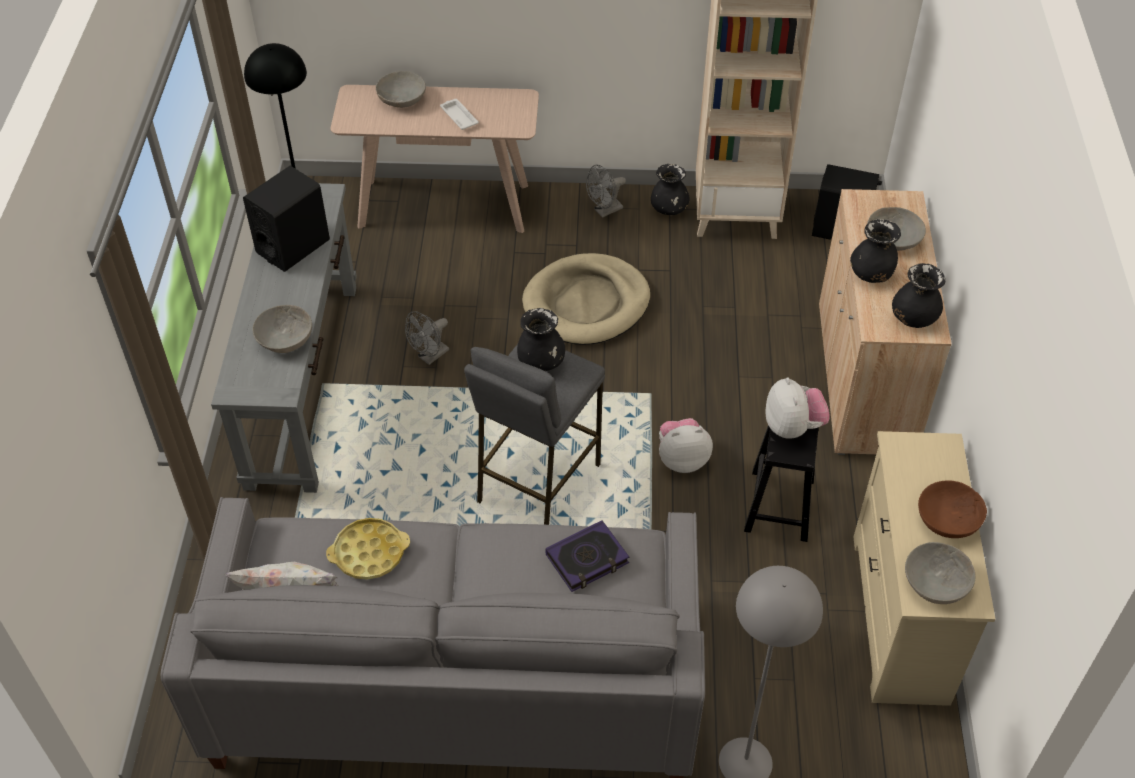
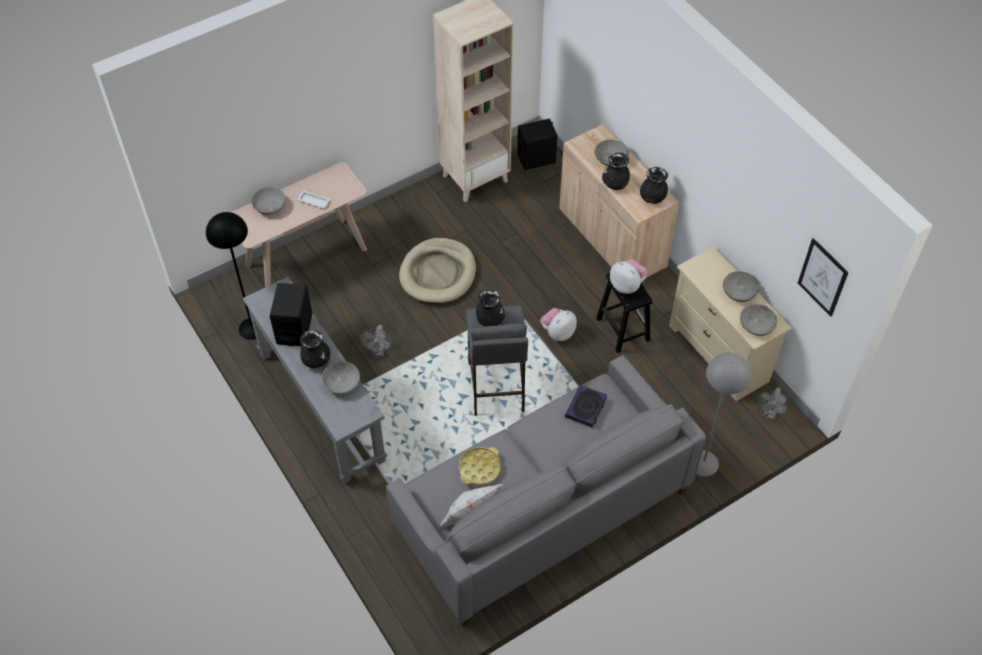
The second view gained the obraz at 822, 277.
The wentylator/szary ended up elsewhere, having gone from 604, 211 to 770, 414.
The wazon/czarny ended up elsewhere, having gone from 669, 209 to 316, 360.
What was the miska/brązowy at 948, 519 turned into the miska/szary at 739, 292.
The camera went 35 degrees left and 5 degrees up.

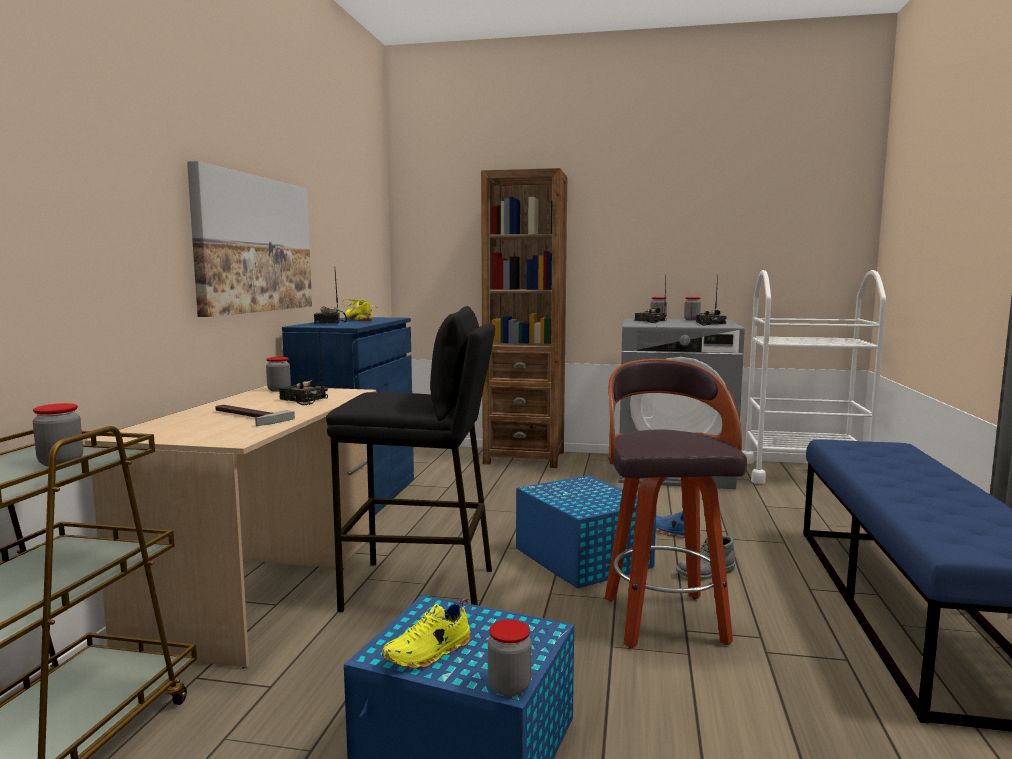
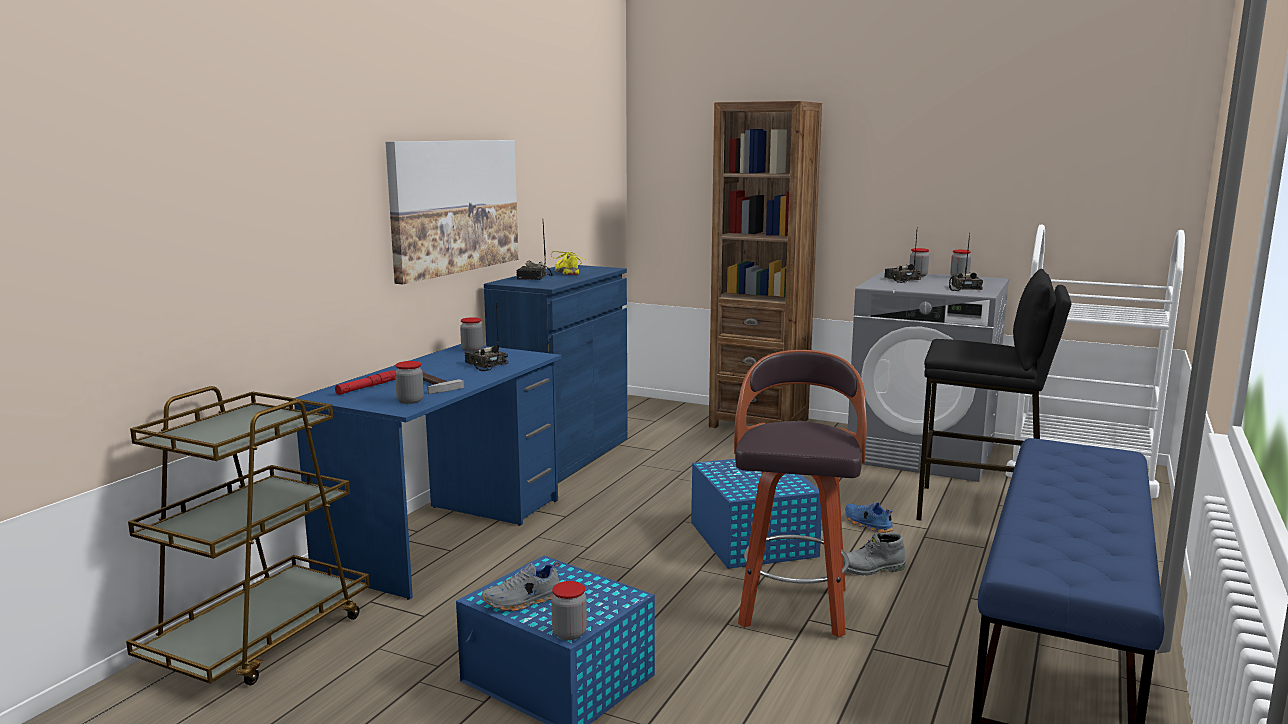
The second view gained the latarka/czerwony at 367, 387.
The słoik ended up elsewhere, having gone from 61, 462 to 410, 401.
The stołek/czarny ended up elsewhere, having gone from 420, 589 to 979, 510.
What was the biurko/beżowy at 264, 587 turned into the biurko/niebieski at 445, 534.
What was the but/żółty at 429, 654 turned into the but/szary at 523, 602.
The camera went 15 degrees right and 5 degrees up.

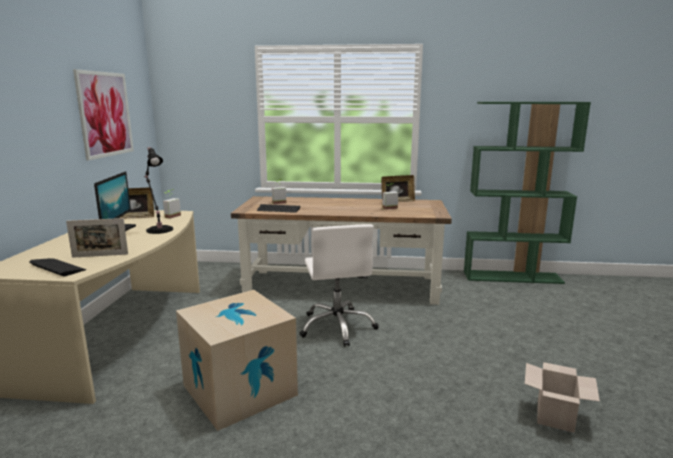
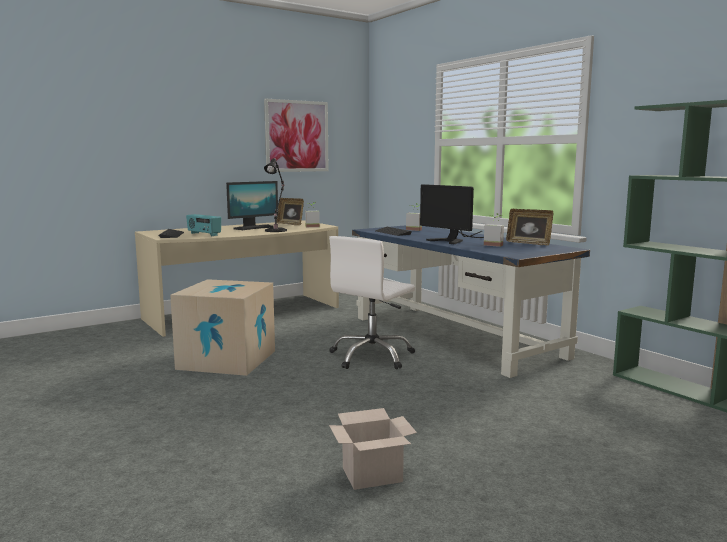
The second view gained the monitor at 455, 240.
Where the ramka na zdjęcie stood at 100, 255, the radio came to stand at 204, 234.
What was the biurko/brązowy at 342, 286 turned into the biurko/niebieski at 455, 336.
The camera went 50 degrees right and 5 degrees down.

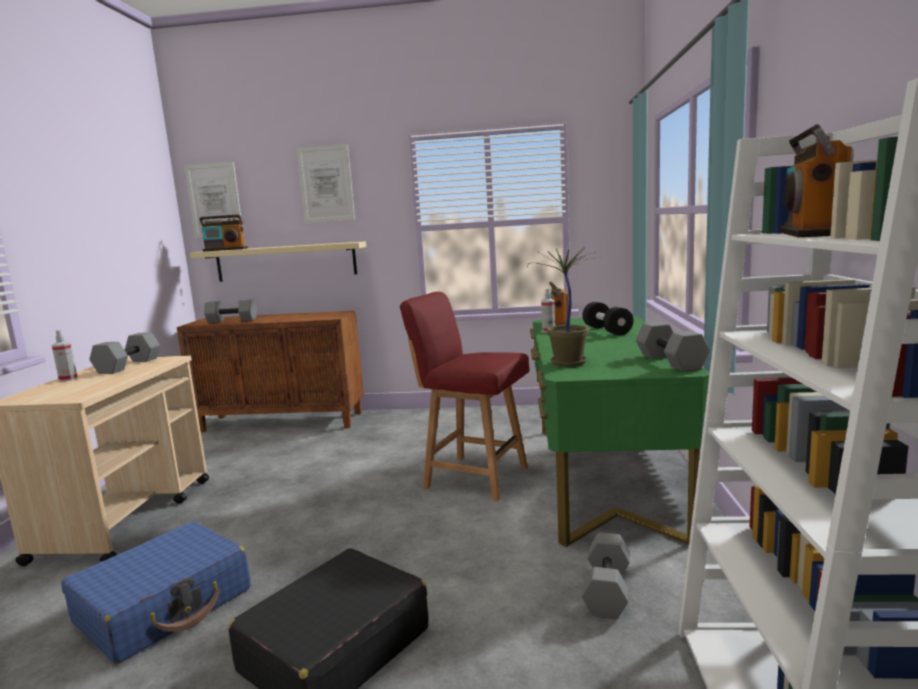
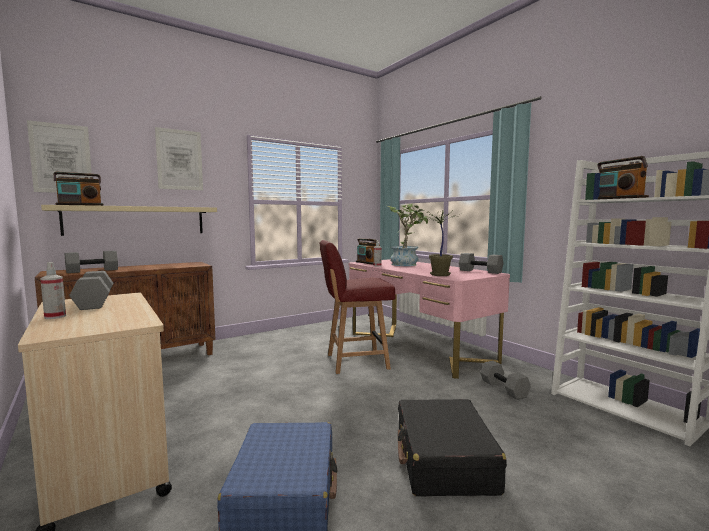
Where the hantel/czarny stood at 607, 330, the roślina doniczkowa came to stand at 407, 264.
What was the biurko/zielony at 602, 476 turned into the biurko/różowy at 418, 347.
The camera went 40 degrees left and 5 degrees down.

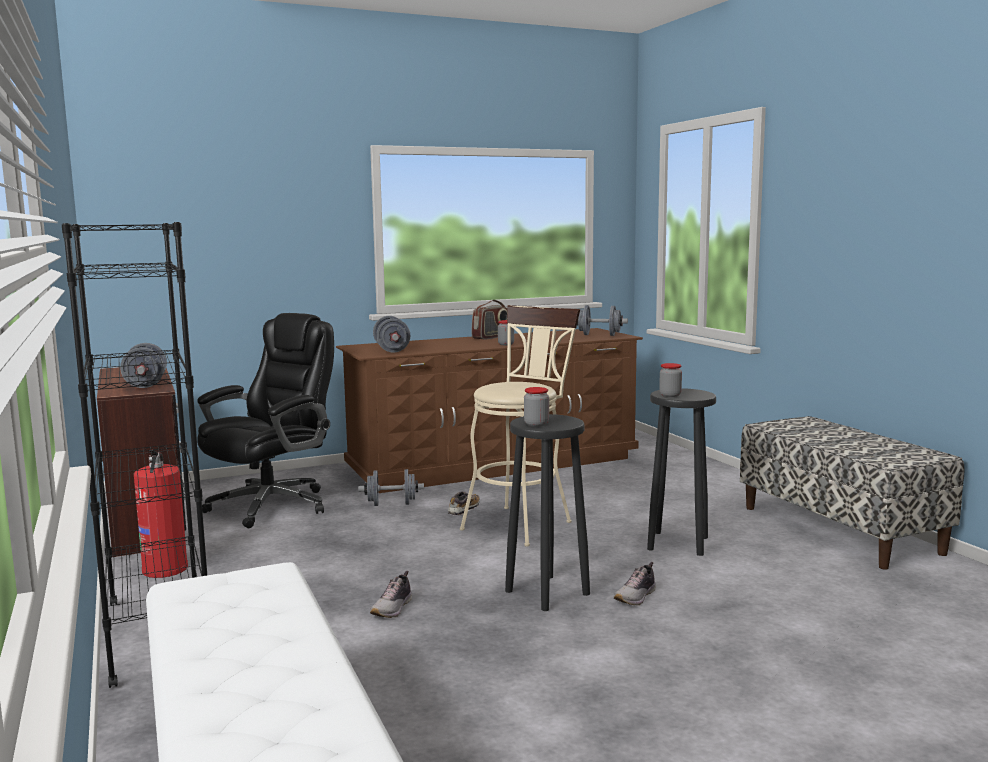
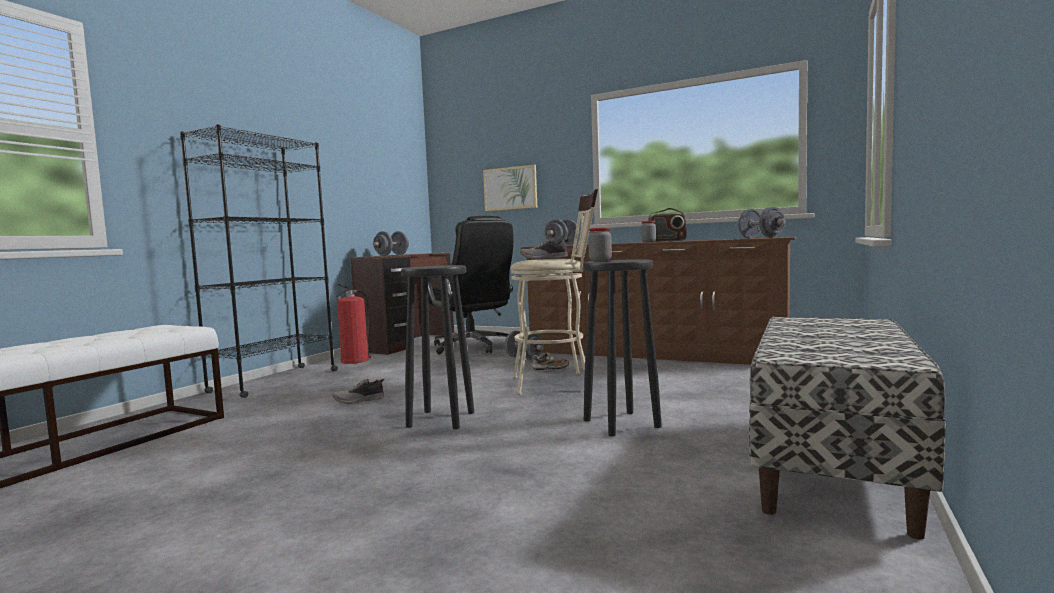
The second view lost the słoik at 536, 424.
The second view gained the obraz at 510, 188.
The but ended up elsewhere, having gone from 636, 597 to 544, 259.
The krzesło biurowe/czarny at 272, 505 ended up facing another way, 60 degrees clockwise from before.
The camera went 50 degrees right and 5 degrees down.

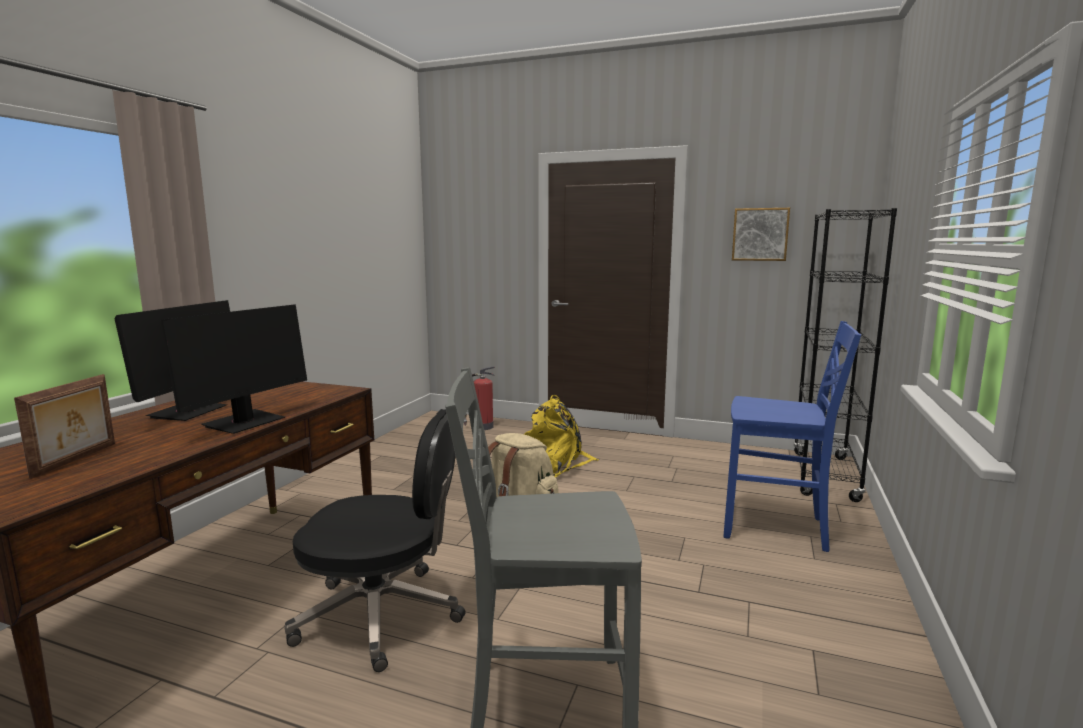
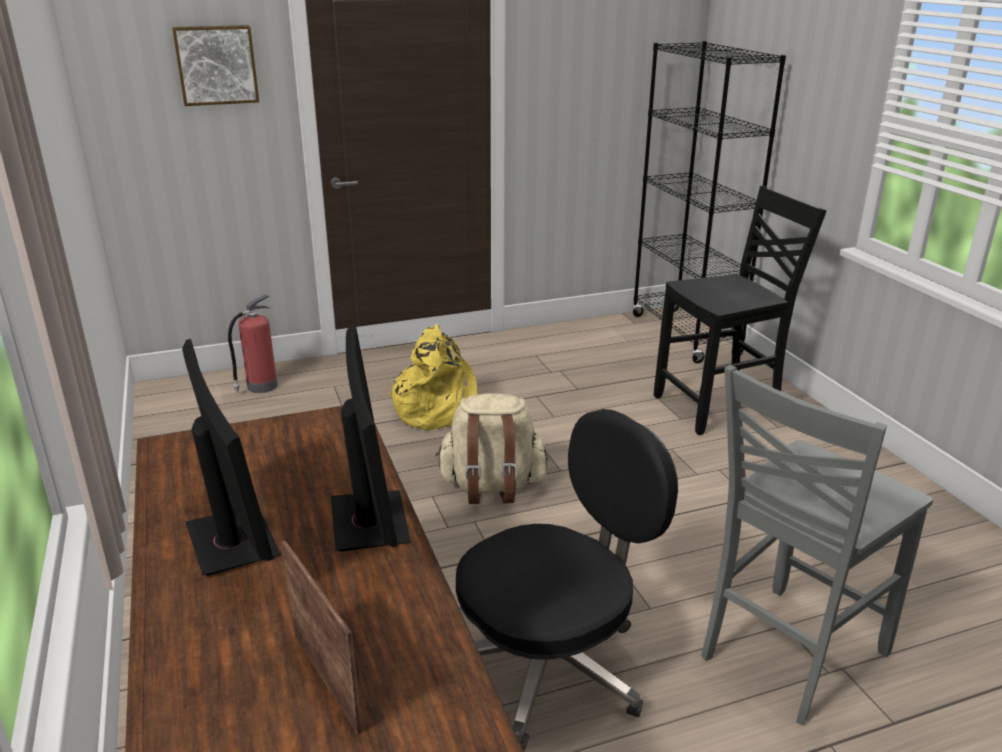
The obraz ended up elsewhere, having gone from 760, 234 to 216, 65.
What was the krzesło/niebieski at 776, 527 turned into the krzesło/czarny at 719, 407.
The camera went 40 degrees left and 15 degrees up.

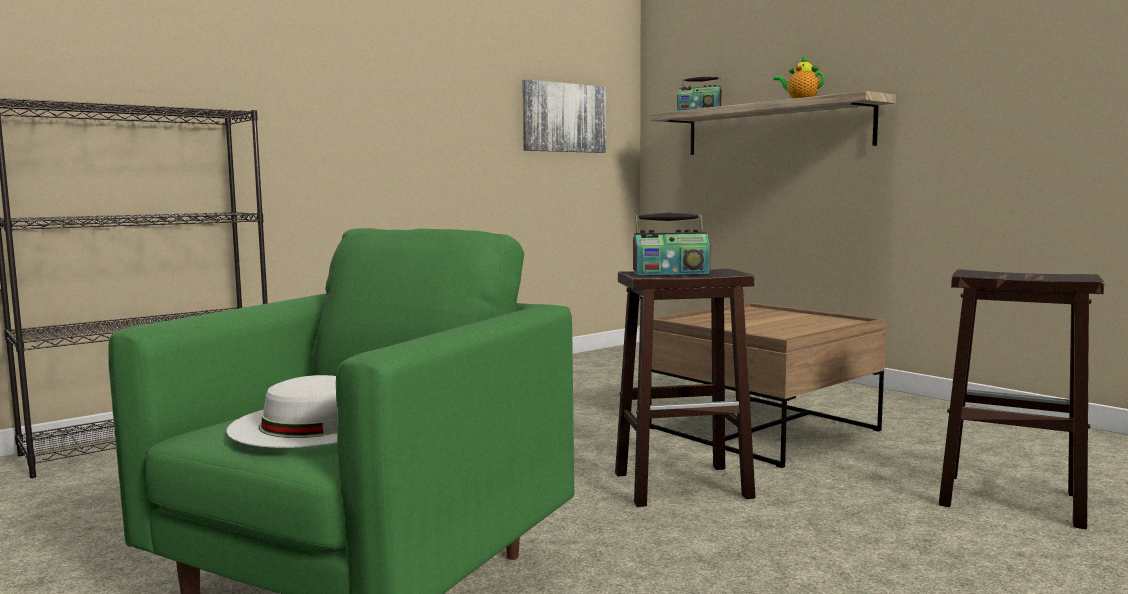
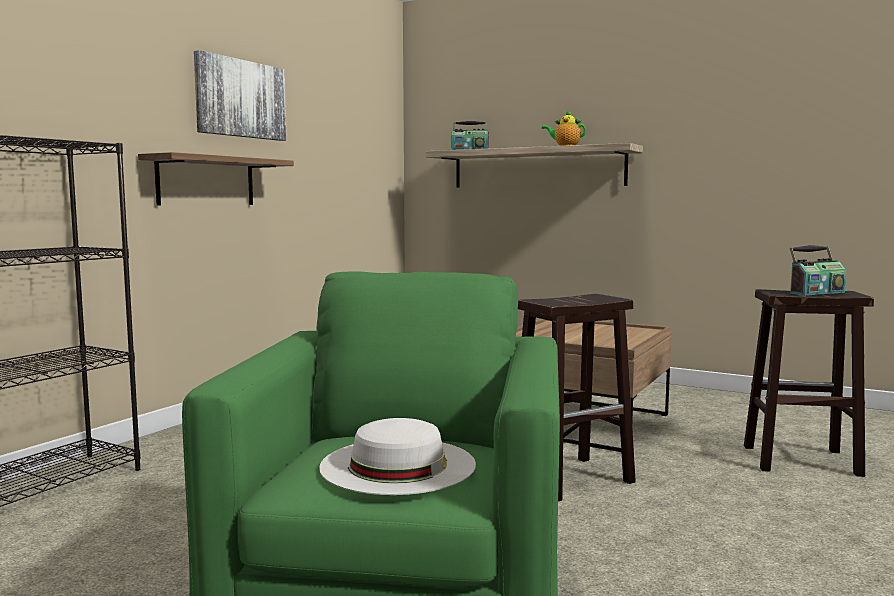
The second view gained the półka at 206, 181.
The obraz ended up elsewhere, having gone from 563, 118 to 240, 99.
The radio ended up elsewhere, having gone from 670, 273 to 816, 292.
The camera went 20 degrees left and 0 degrees up.

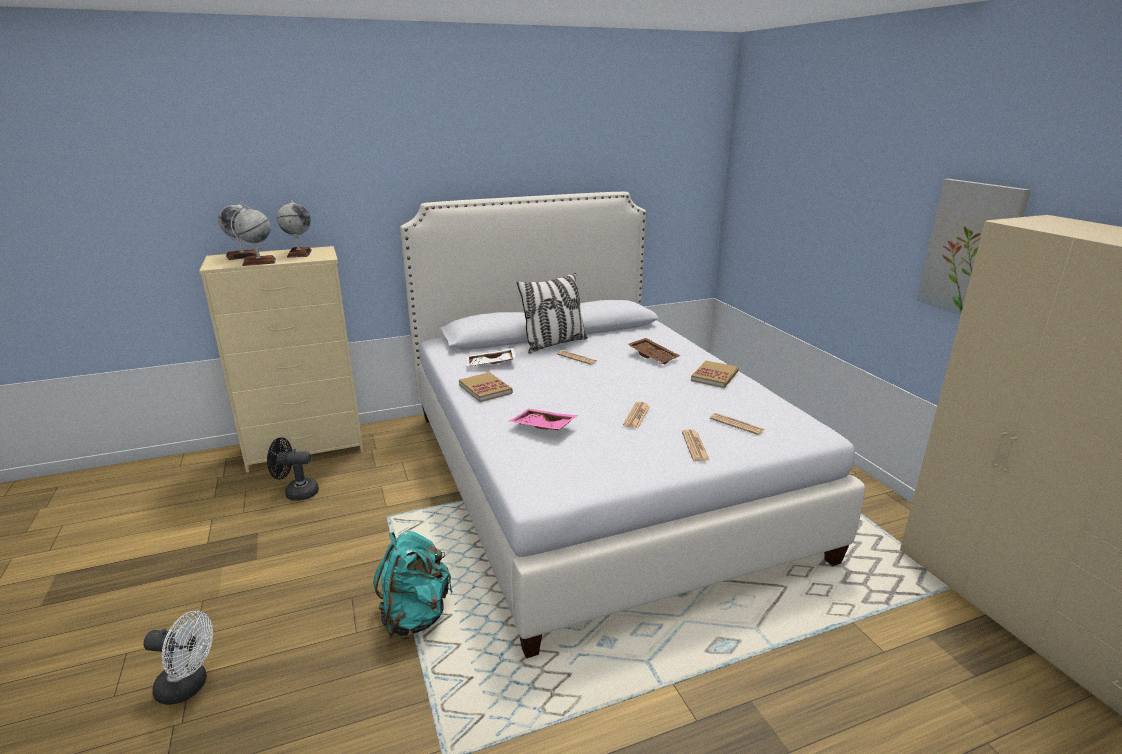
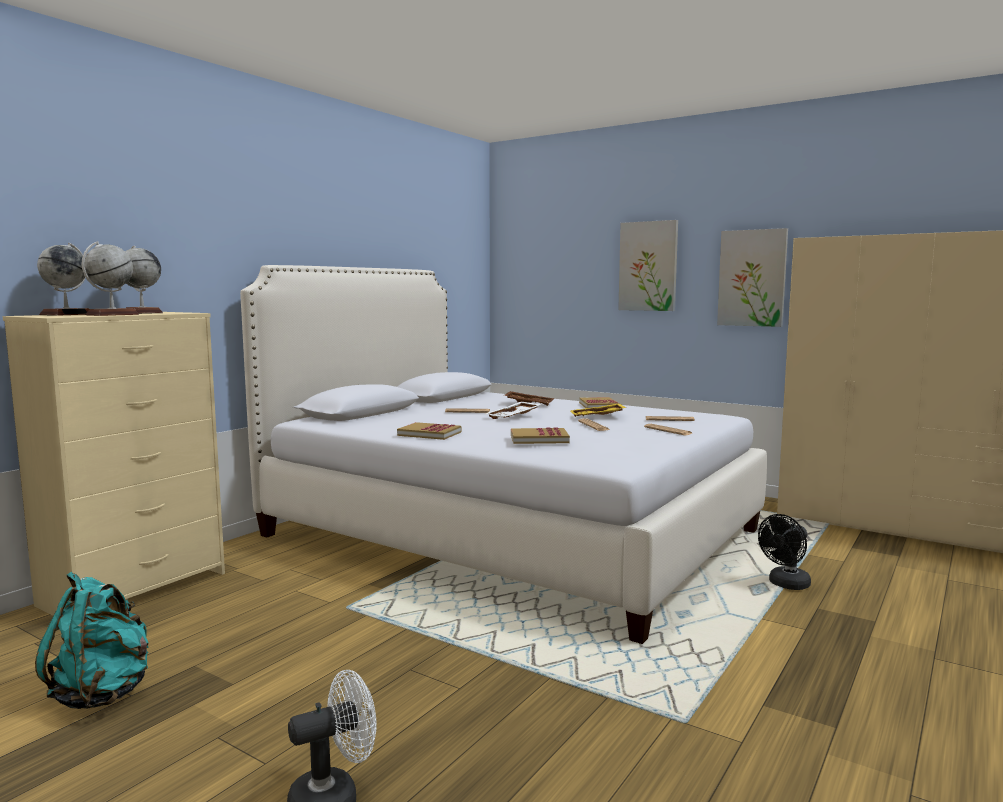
The second view lost the poduszka at 554, 344.
The second view gained the taca/żółty at 597, 417.
The second view gained the obraz at 648, 266.
The wentylator/czarny ended up elsewhere, having gone from 296, 493 to 785, 585.
The plecak/turkusowy ended up elsewhere, having gone from 415, 616 to 103, 693.
The taca/biały ended up elsewhere, having gone from 491, 364 to 514, 417.
Where the taca/różowy stood at 542, 427, the książka came to stand at 539, 439.
The camera went 35 degrees left and 15 degrees down.

